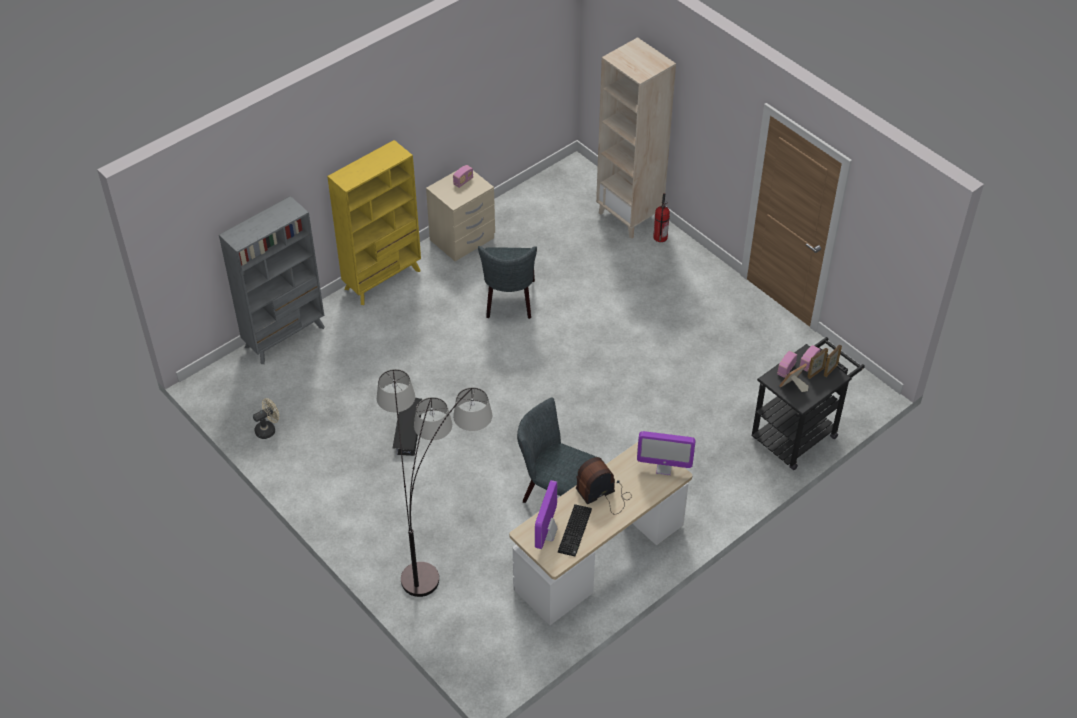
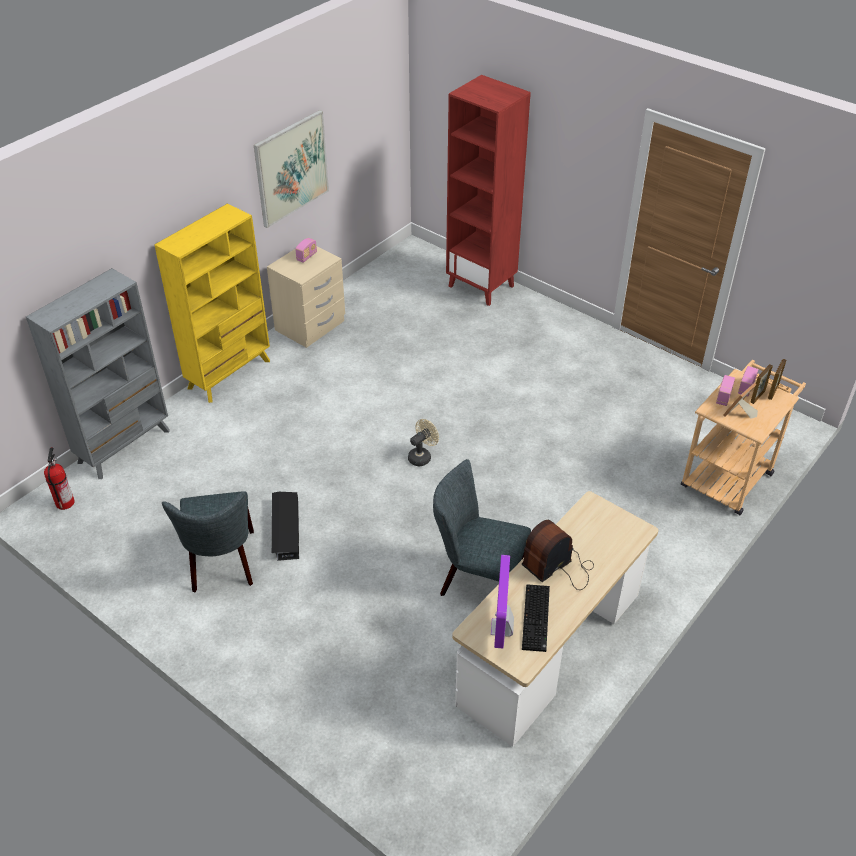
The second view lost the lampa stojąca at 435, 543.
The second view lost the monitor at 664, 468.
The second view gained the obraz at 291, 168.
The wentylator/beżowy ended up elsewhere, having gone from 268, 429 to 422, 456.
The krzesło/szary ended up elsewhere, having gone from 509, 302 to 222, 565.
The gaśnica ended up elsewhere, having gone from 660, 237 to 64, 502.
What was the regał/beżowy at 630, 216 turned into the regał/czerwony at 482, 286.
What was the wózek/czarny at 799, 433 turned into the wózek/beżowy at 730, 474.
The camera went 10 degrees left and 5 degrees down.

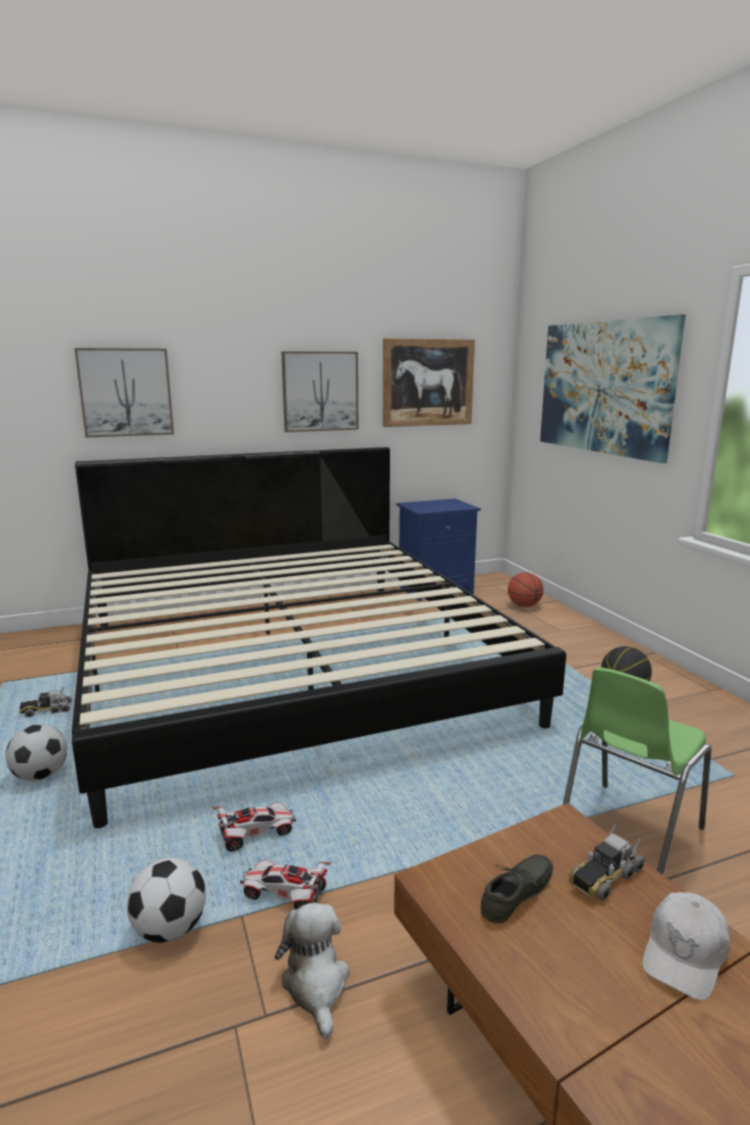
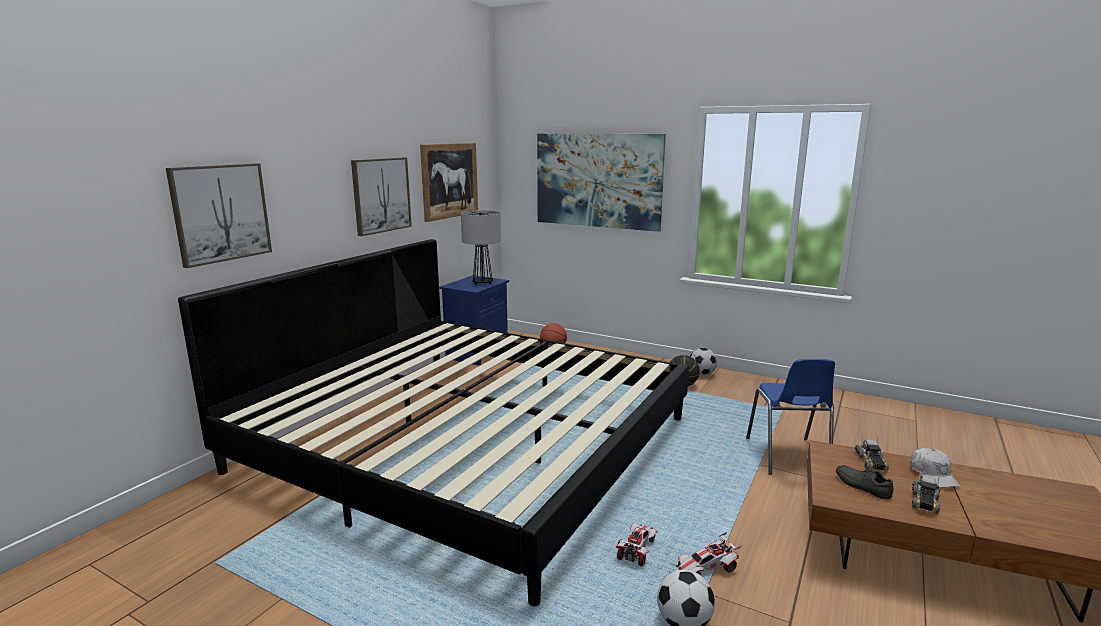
The second view lost the pluszak at 316, 984.
The second view gained the lampa stołowa at 483, 283.
The piłka futbolowa ended up elsewhere, having gone from 40, 775 to 701, 374.
The ciężarówka zabawkowa ended up elsewhere, having gone from 46, 711 to 924, 502.
What was the krzesło/zielony at 627, 835 turned into the krzesło/niebieski at 787, 457.
The but/szary at 519, 896 ended up facing another way, 45 degrees counterclockwise from before.
The camera went 40 degrees left and 0 degrees up.

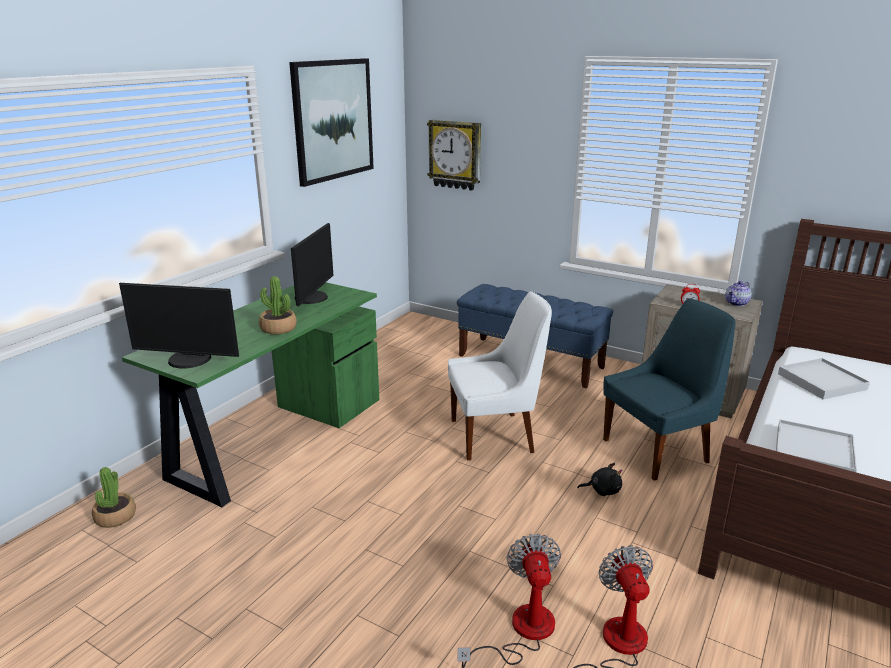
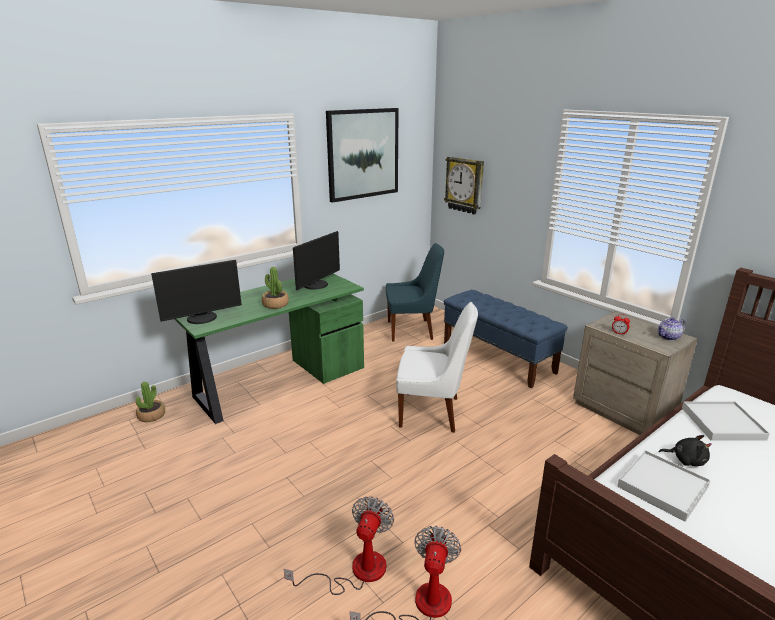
The pluszak/czarny ended up elsewhere, having gone from 602, 490 to 686, 460.
The krzesło/niebieski ended up elsewhere, having gone from 658, 450 to 412, 330.
The monitor at 188, 360 ended up facing another way, 60 degrees counterclockwise from before.
The camera went 20 degrees right and 0 degrees up.

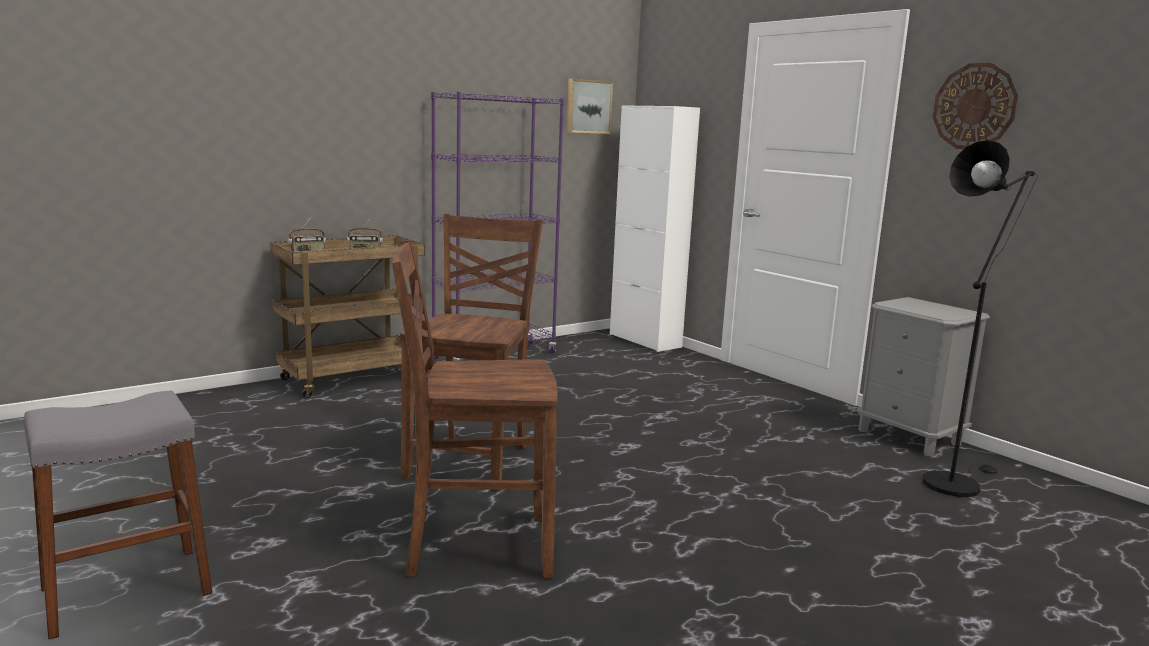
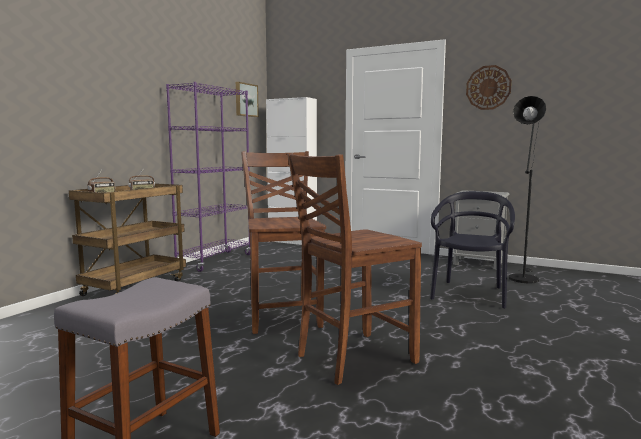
The second view gained the krzesło/czarny at 470, 294.
The camera went 25 degrees left and 5 degrees down.

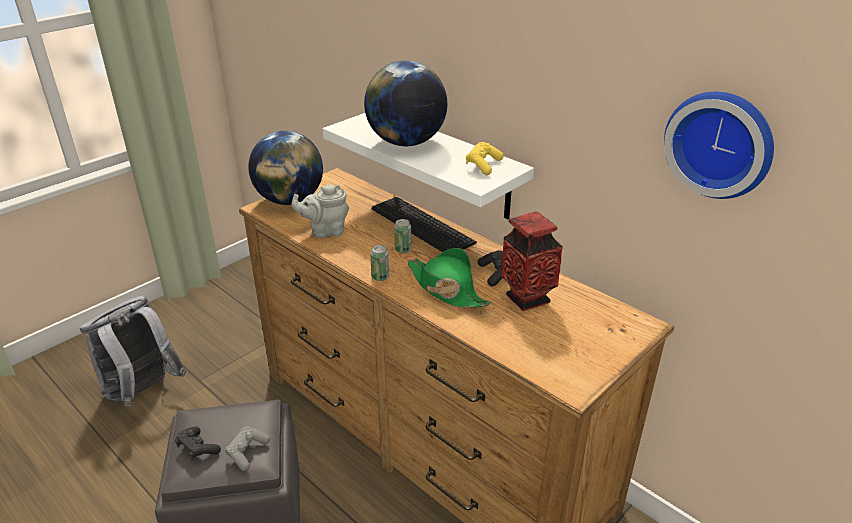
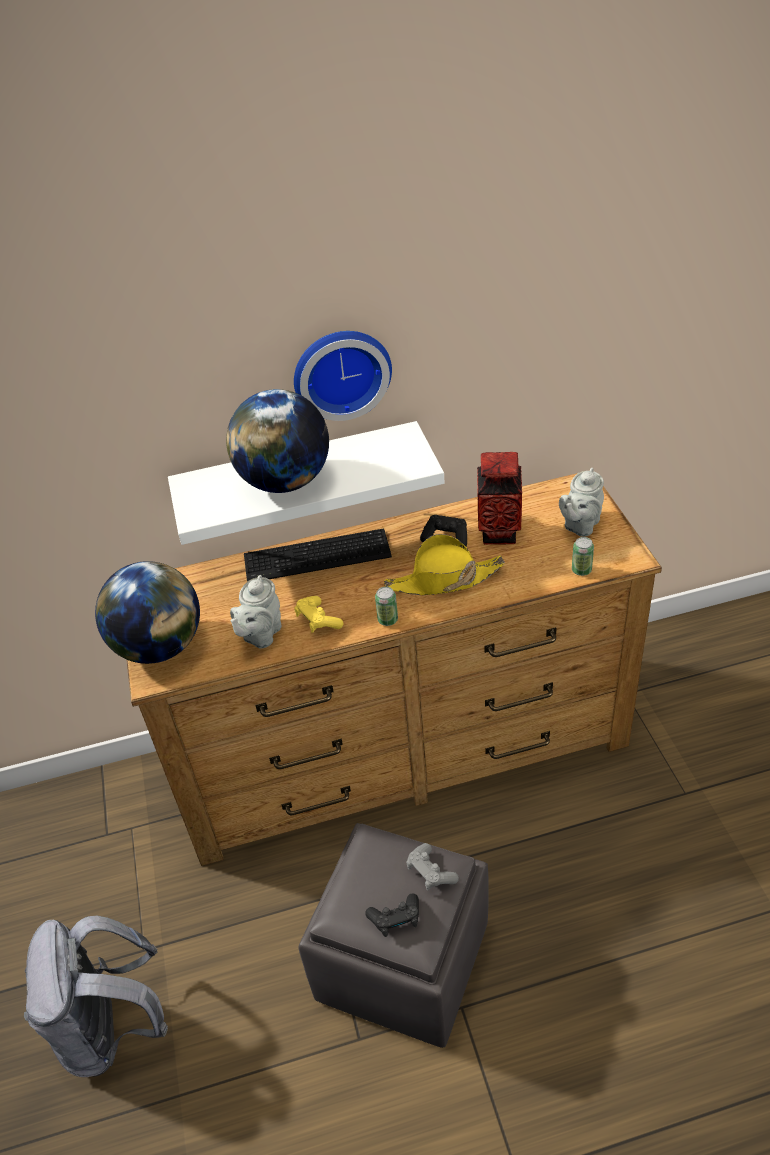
The second view gained the imbryk/szary at 580, 525.
The puszka ended up elsewhere, having gone from 403, 249 to 581, 570.
The pad do gier/żółty ended up elsewhere, having gone from 483, 165 to 318, 621.
The zegar ścienny ended up elsewhere, having gone from 720, 143 to 340, 372.
What was the kapelusz/zielony at 446, 289 turned into the kapelusz/żółty at 444, 580.
The camera went 55 degrees left and 10 degrees up.

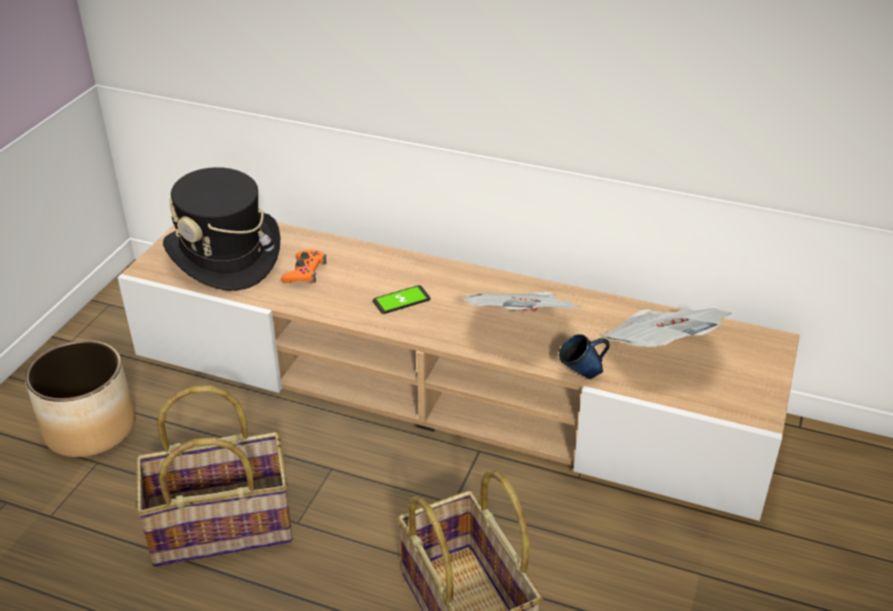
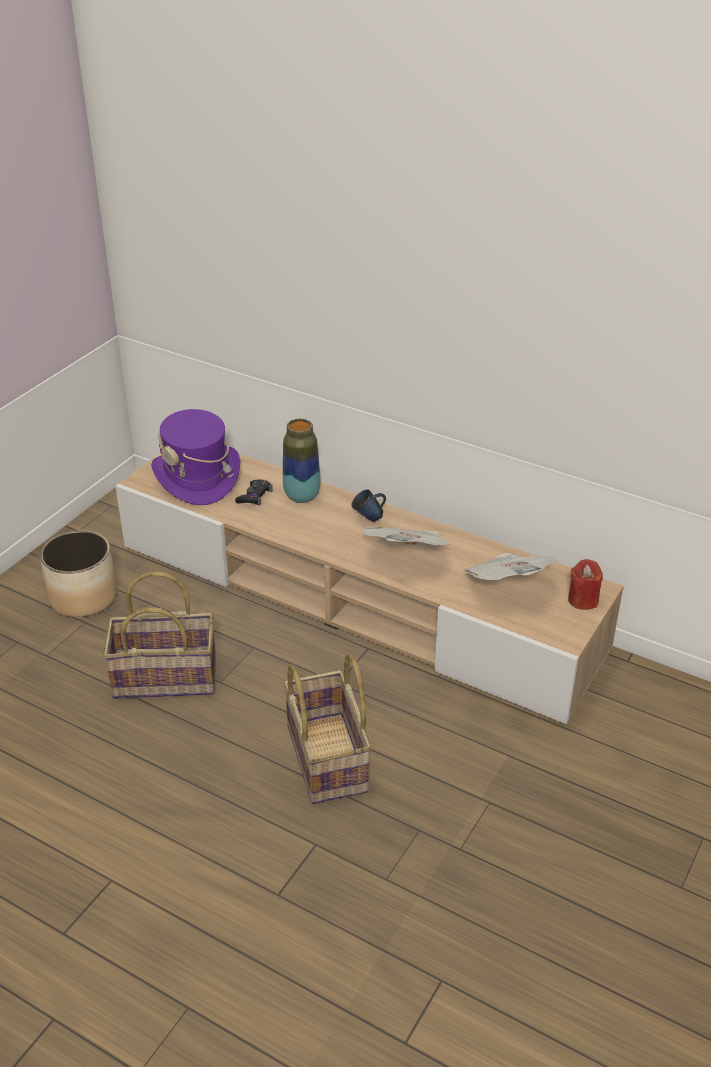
The second view lost the telefon at 401, 300.
The second view gained the wazon at 302, 496.
The second view gained the świeca/czerwony at 583, 600.
The kubek/niebieski ended up elsewhere, having gone from 581, 375 to 368, 519.
What was the kapelusz/czarny at 225, 255 turned into the kapelusz/fioletowy at 197, 477.
What was the pad do gier/pomarańczowy at 305, 272 turned into the pad do gier/czarny at 254, 496.
The camera went 10 degrees right and 0 degrees up.

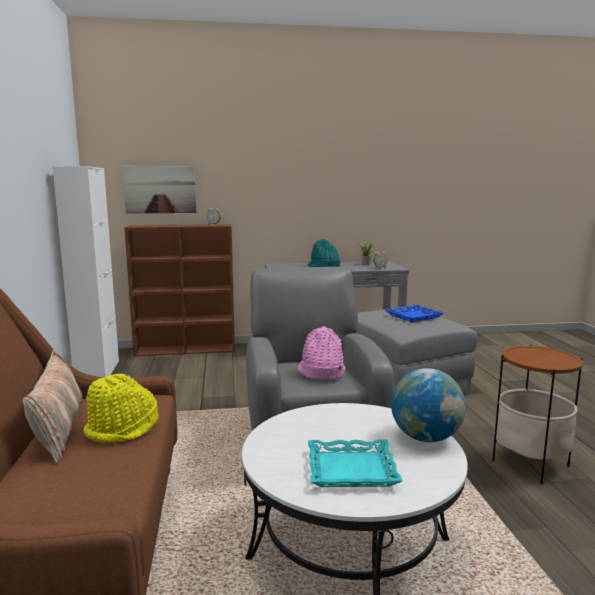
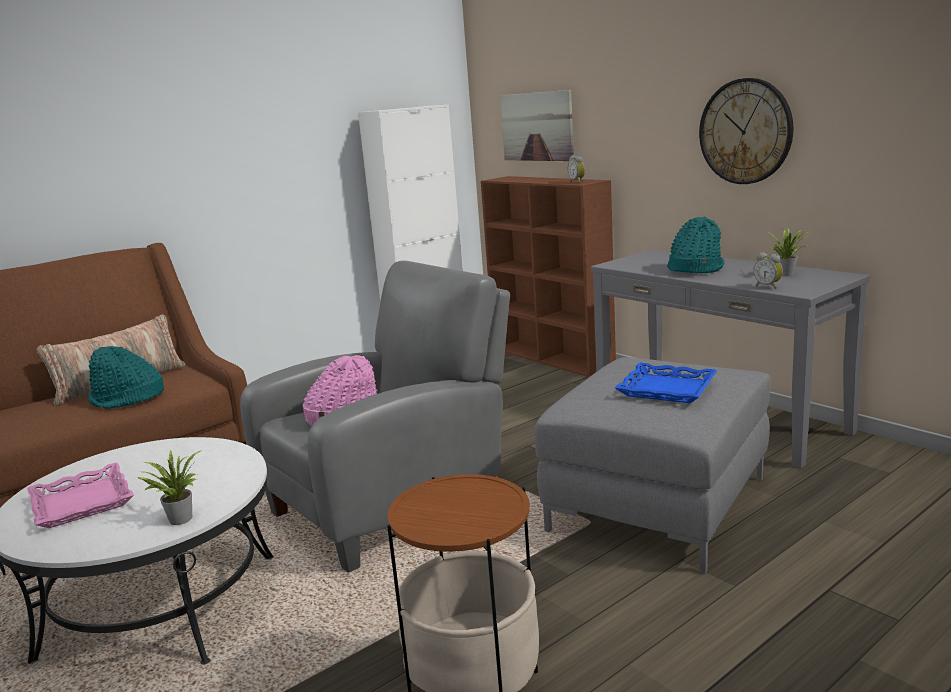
The second view gained the zegar ścienny at 745, 131.
Where the globus stood at 426, 438, the roślina doniczkowa came to stand at 179, 518.
What was the kapelusz/żółty at 123, 429 turned into the kapelusz/turkusowy at 127, 399.
What was the taca/turkusowy at 351, 470 turned into the taca/różowy at 81, 503.
The camera went 60 degrees right and 5 degrees up.

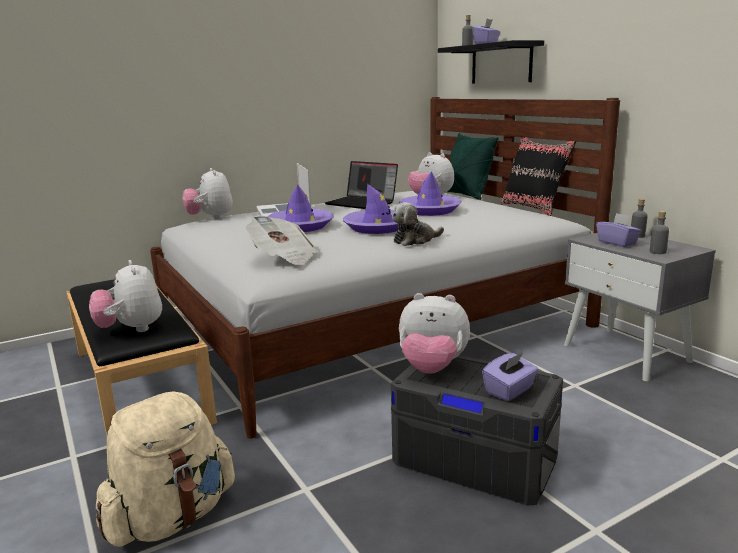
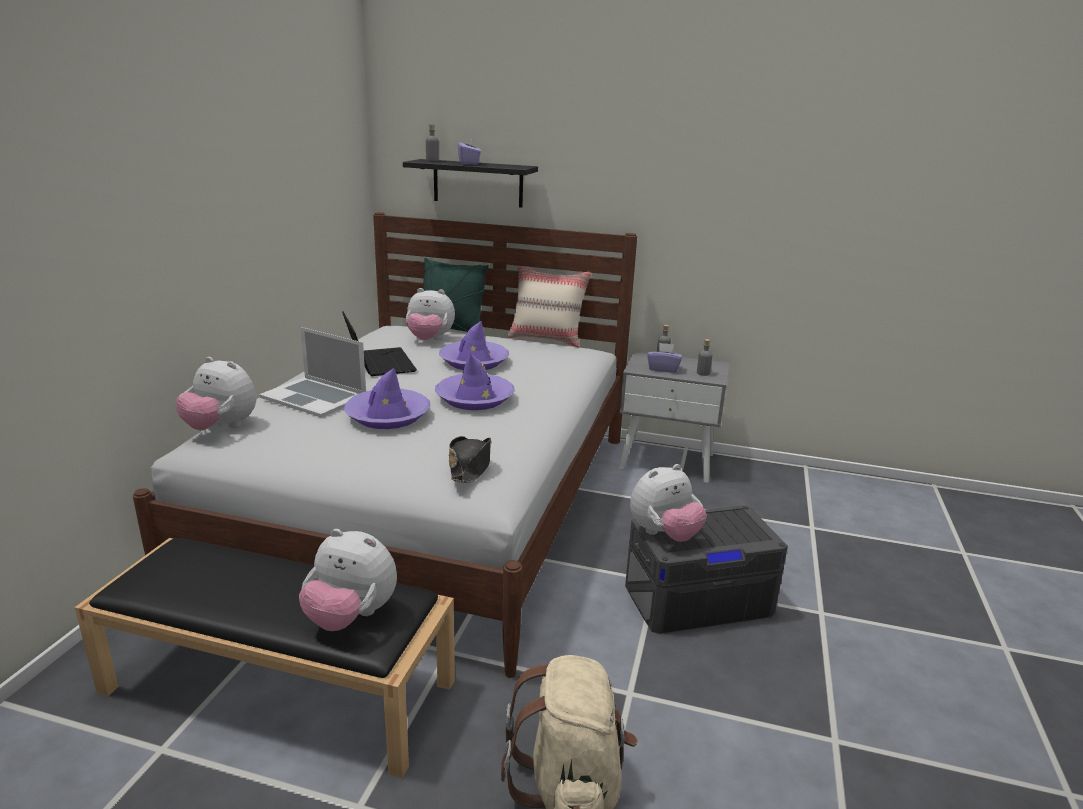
The second view lost the pluszak at 415, 240.
The second view lost the pudełko chusteczek/fioletowy at 510, 390.
Where the gazeta stood at 283, 258, the kapelusz/czarny came to stand at 470, 467.
What was the poduszka/czarny at 533, 208 turned into the poduszka/beżowy at 547, 339.
The laptop at 362, 203 ended up facing another way, 105 degrees counterclockwise from before.
The camera went 45 degrees left and 5 degrees up.

